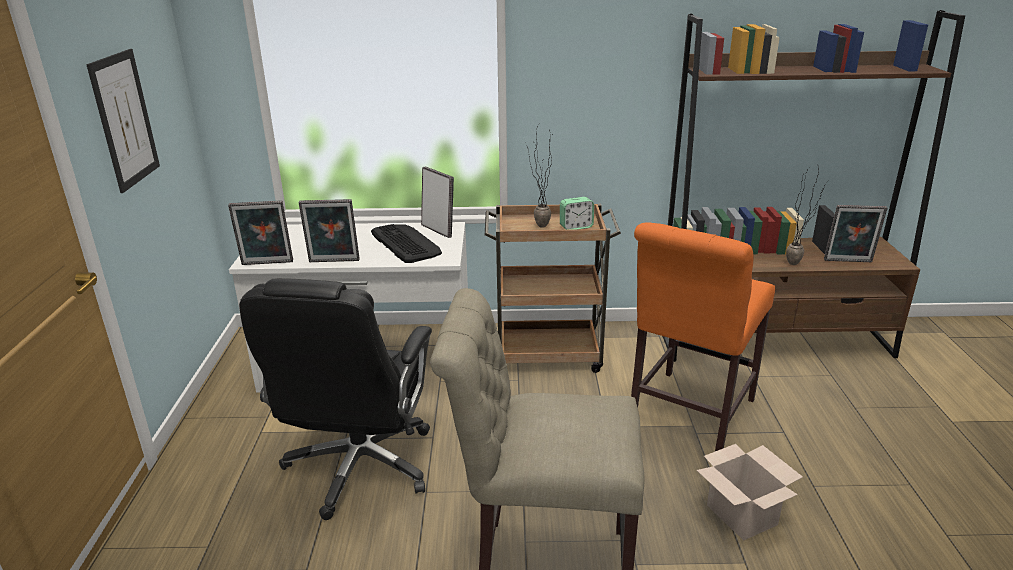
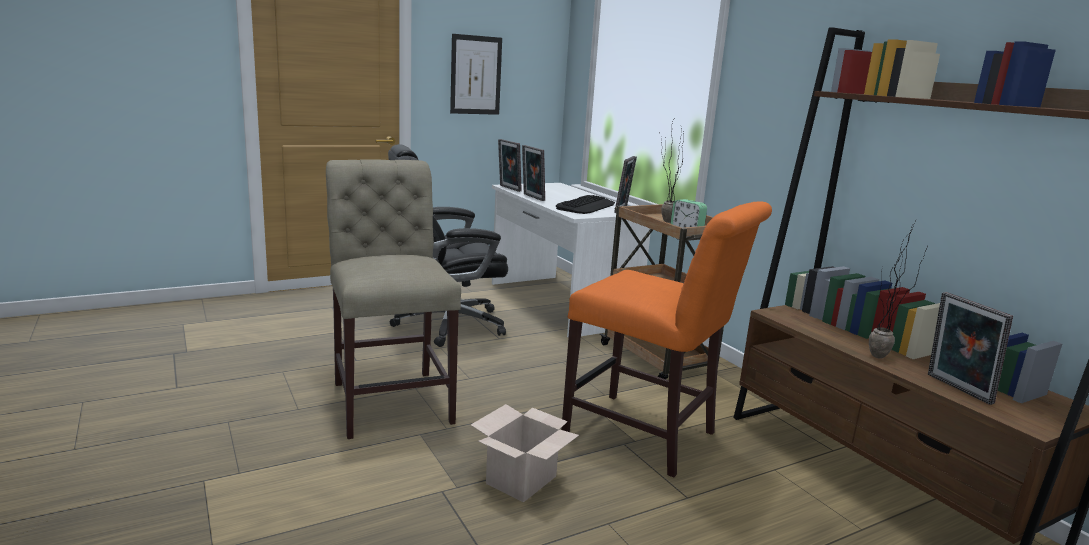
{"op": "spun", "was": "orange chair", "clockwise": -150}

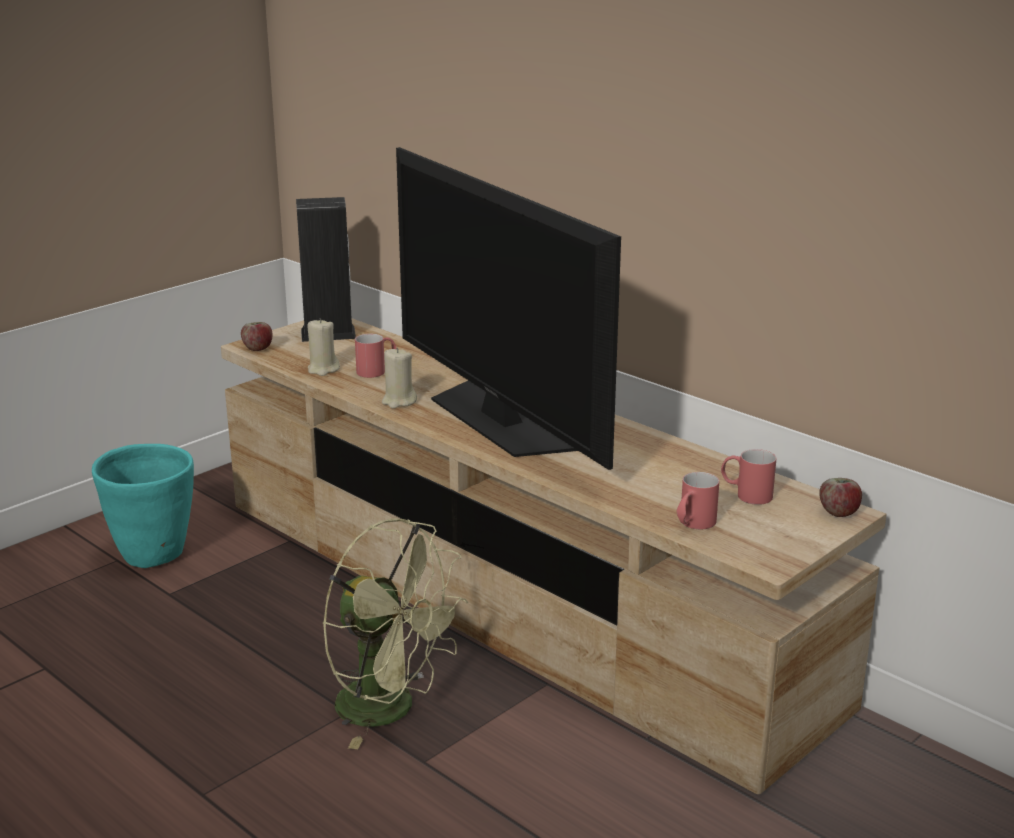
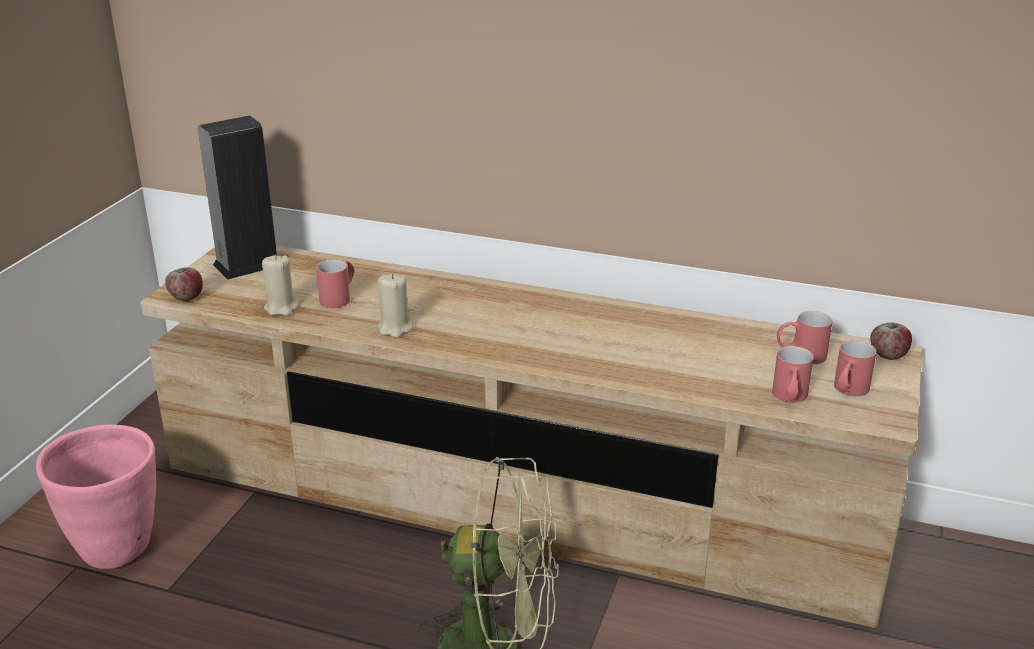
{"op": "missing", "was": "television"}
{"op": "appeared", "now": "red mug (no. 4 from left)"}
{"op": "colour", "was": "turquoise planter", "now": "pink planter"}

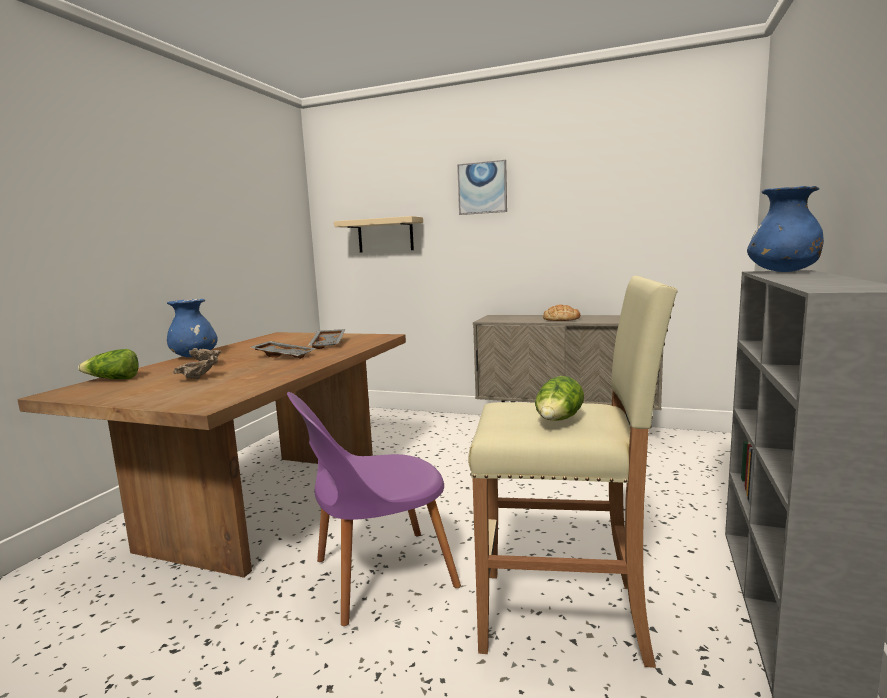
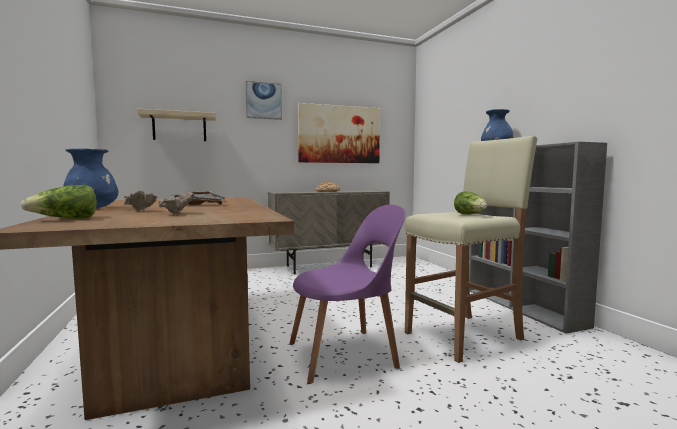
{"op": "appeared", "now": "picture (no. 2 from left)"}
{"op": "spun", "was": "purple chair", "clockwise": -135}

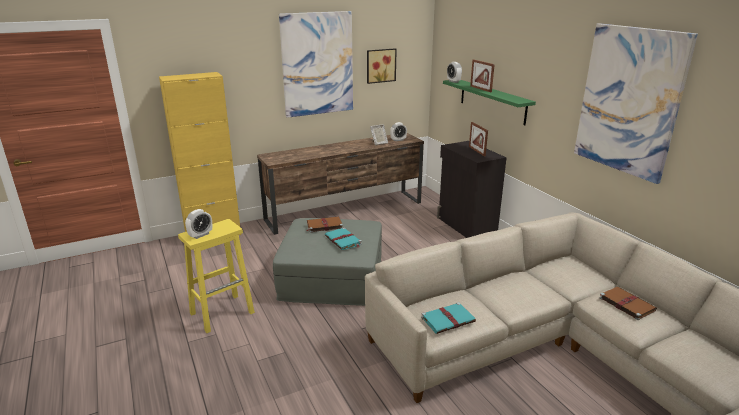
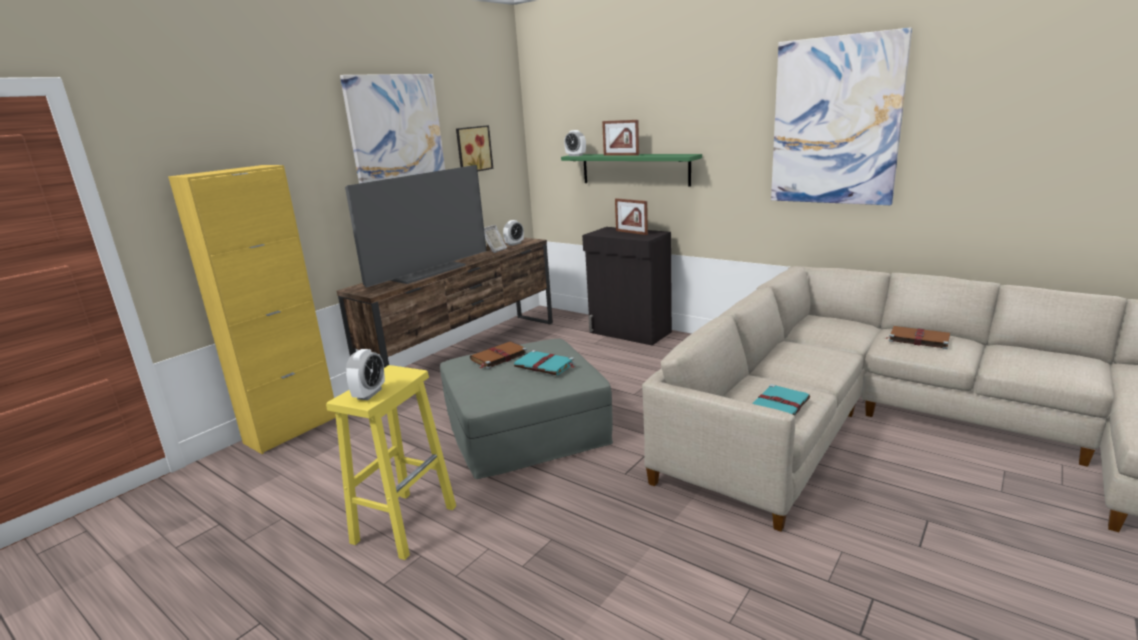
{"op": "appeared", "now": "television"}

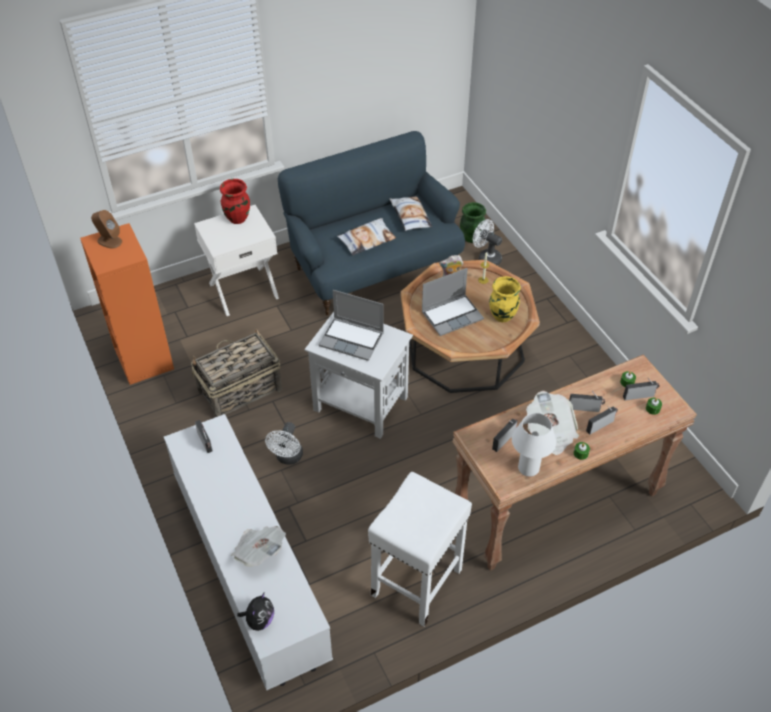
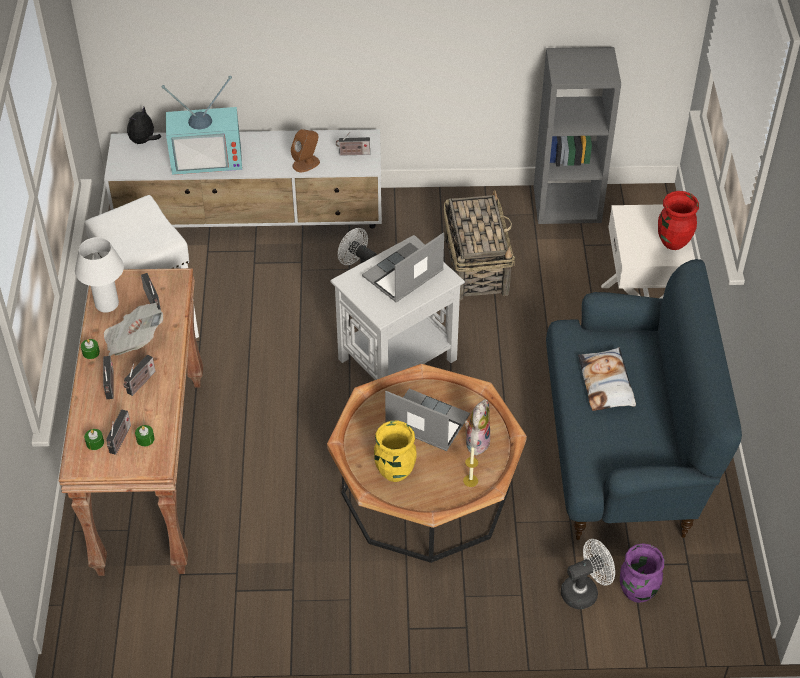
{"op": "missing", "was": "pillow (no. 2 from left)"}
{"op": "relocated", "was": "brown speaker"}
{"op": "exchanged", "was": "newspaper (no. 1 from left)", "now": "television"}
{"op": "colour", "was": "orange bookcase", "now": "grey bookcase"}
{"op": "colour", "was": "green vase", "now": "purple vase"}
{"op": "spun", "was": "plush toy (no. 1 from left)", "clockwise": 75}
{"op": "spun", "was": "laptop (no. 2 from left)", "clockwise": 120}

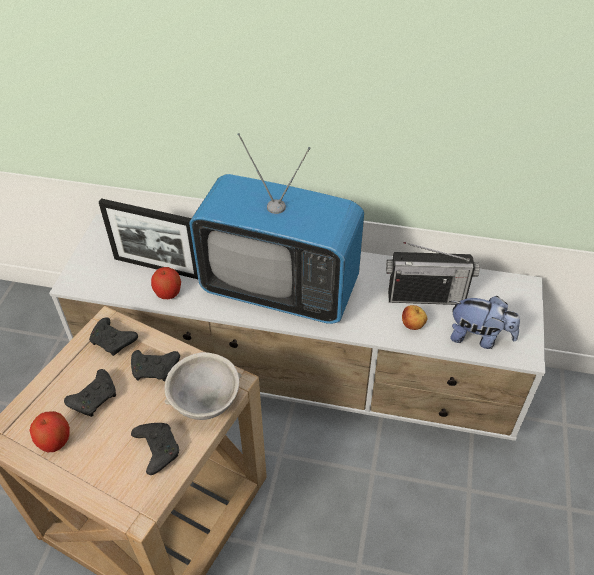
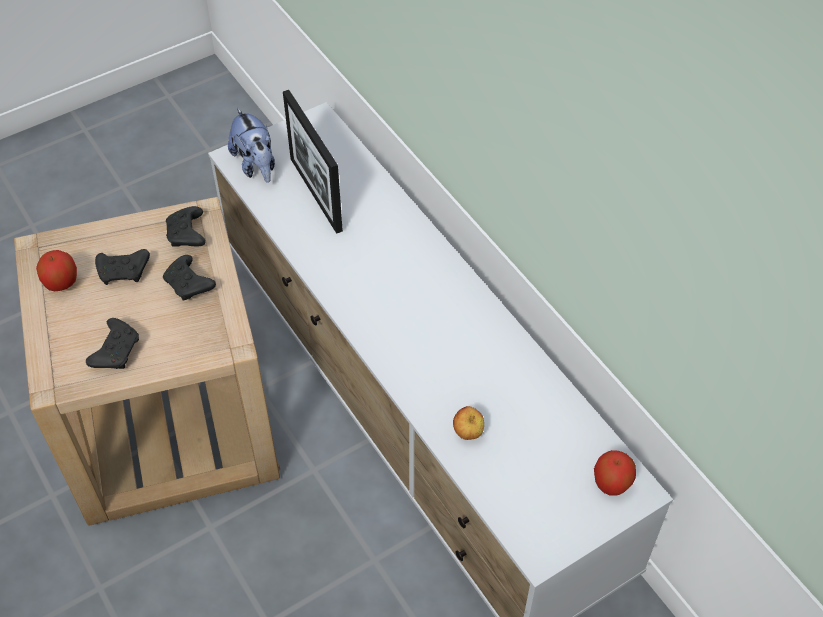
{"op": "missing", "was": "grey bowl"}
{"op": "missing", "was": "television"}
{"op": "missing", "was": "radio"}
{"op": "relocated", "was": "apple (no. 2 from left in the first image)", "now": "apple (no. 3 from left)"}
{"op": "relocated", "was": "plush toy"}

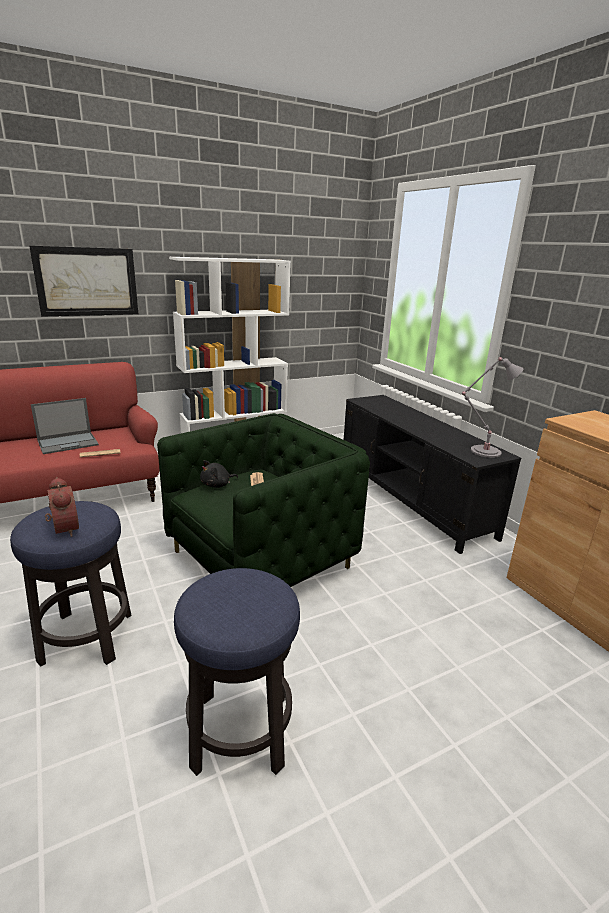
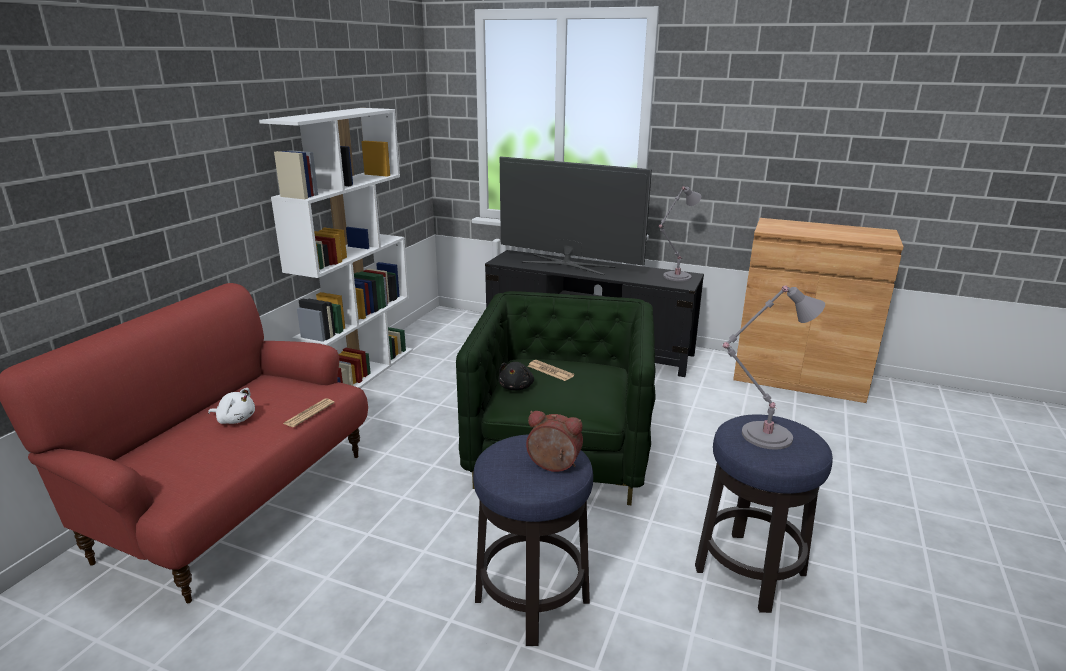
{"op": "missing", "was": "picture"}
{"op": "appeared", "now": "television"}
{"op": "appeared", "now": "grey table lamp (no. 2 from left)"}
{"op": "exchanged", "was": "laptop", "now": "white plush toy"}

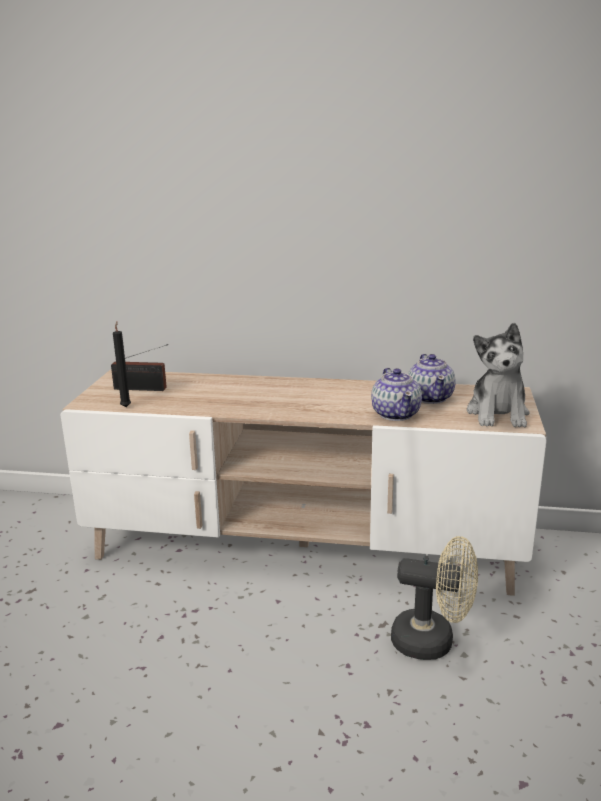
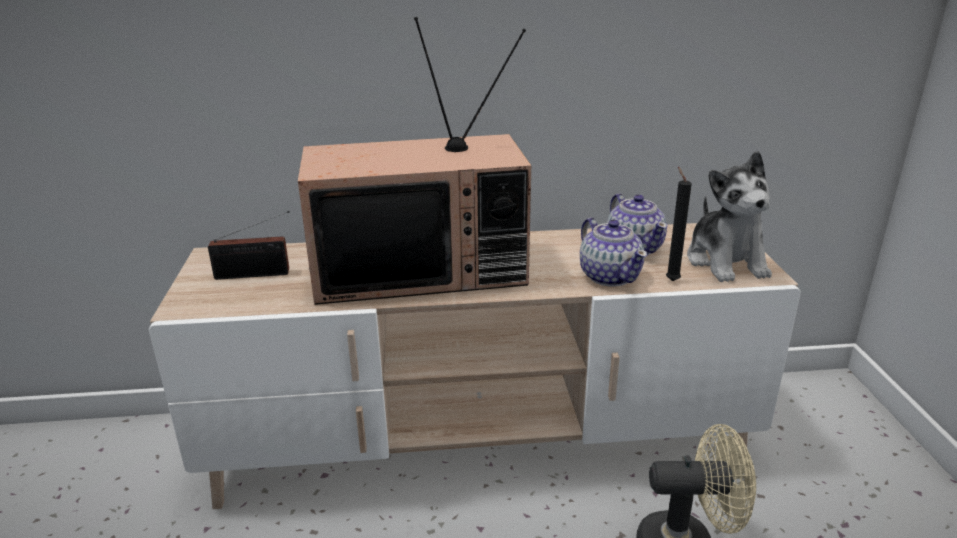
{"op": "appeared", "now": "television"}
{"op": "relocated", "was": "black candle"}

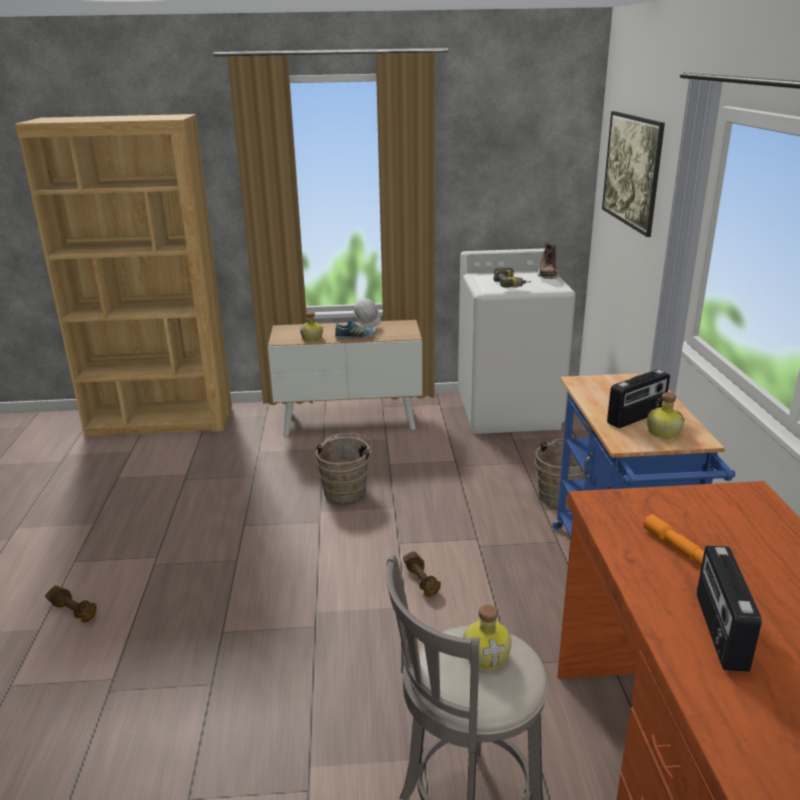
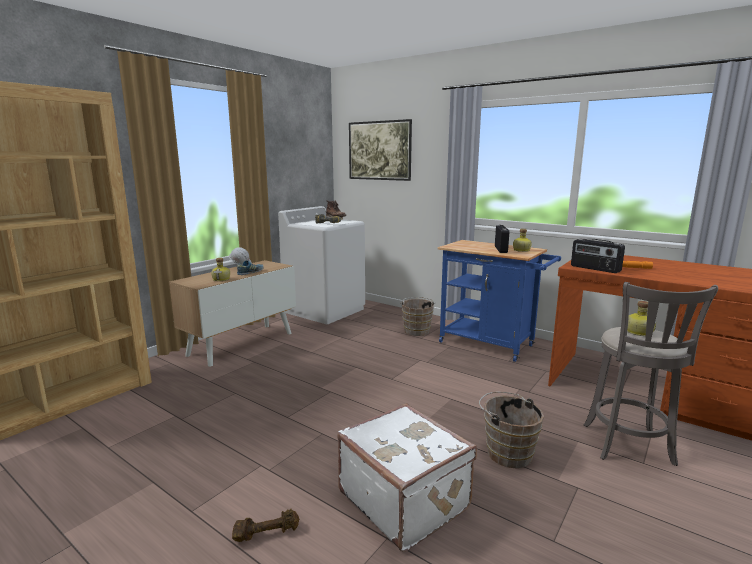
{"op": "missing", "was": "brown dumbbell (no. 2 from left)"}
{"op": "appeared", "now": "white suitcase"}
{"op": "relocated", "was": "brown bucket (no. 1 from left in the first image)", "now": "brown bucket (no. 2 from left)"}
{"op": "relocated", "was": "radio (no. 2 from left)"}

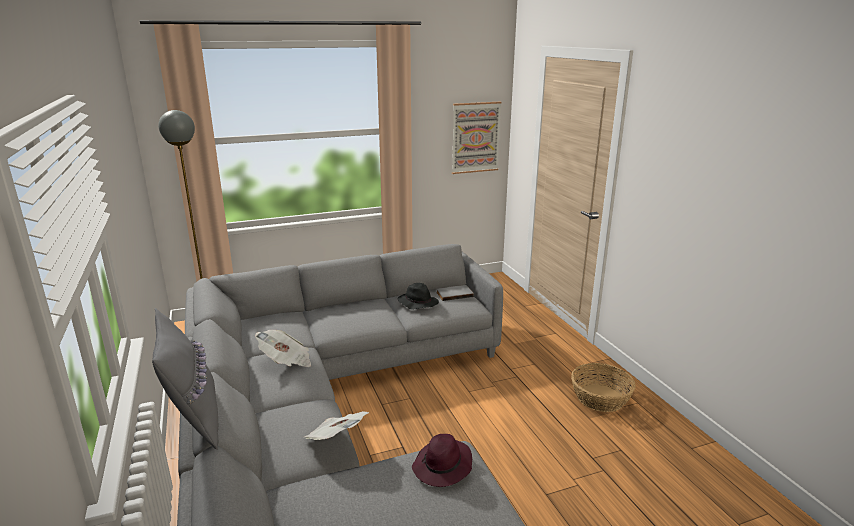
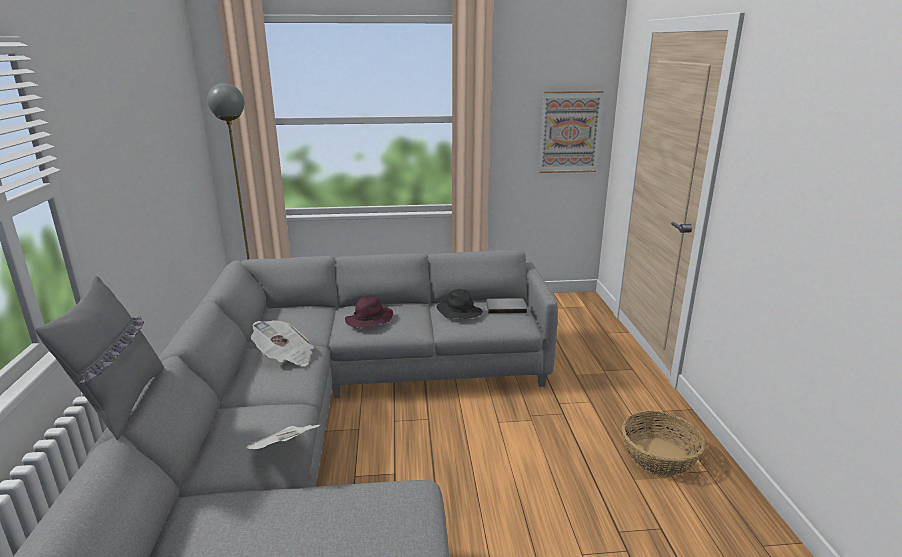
{"op": "relocated", "was": "purple hat"}

